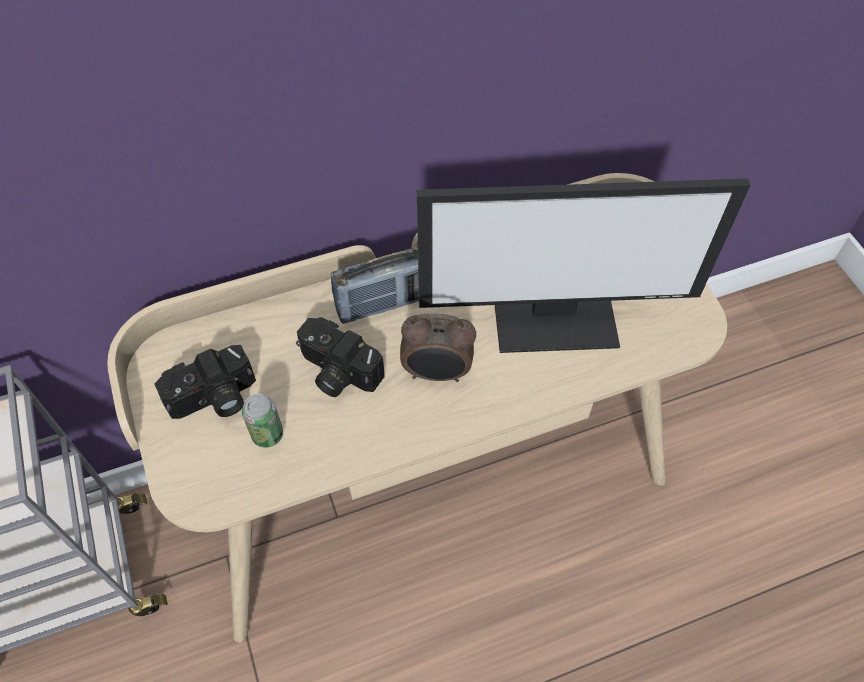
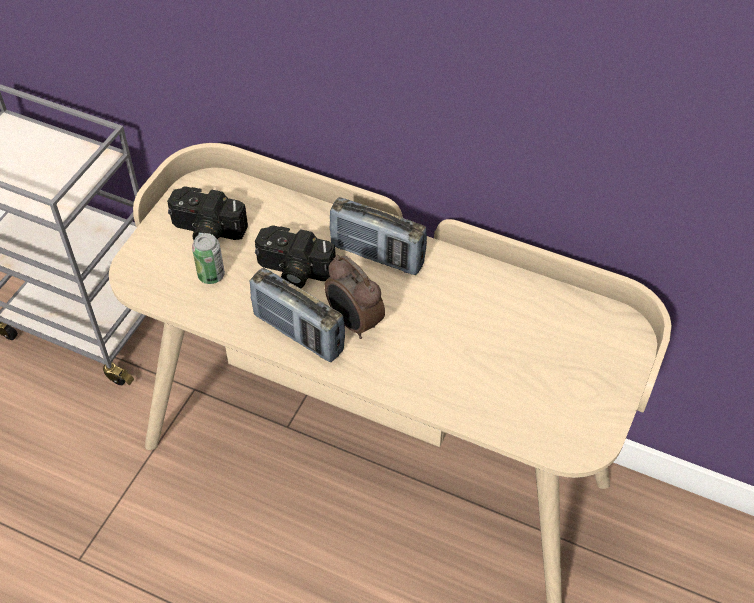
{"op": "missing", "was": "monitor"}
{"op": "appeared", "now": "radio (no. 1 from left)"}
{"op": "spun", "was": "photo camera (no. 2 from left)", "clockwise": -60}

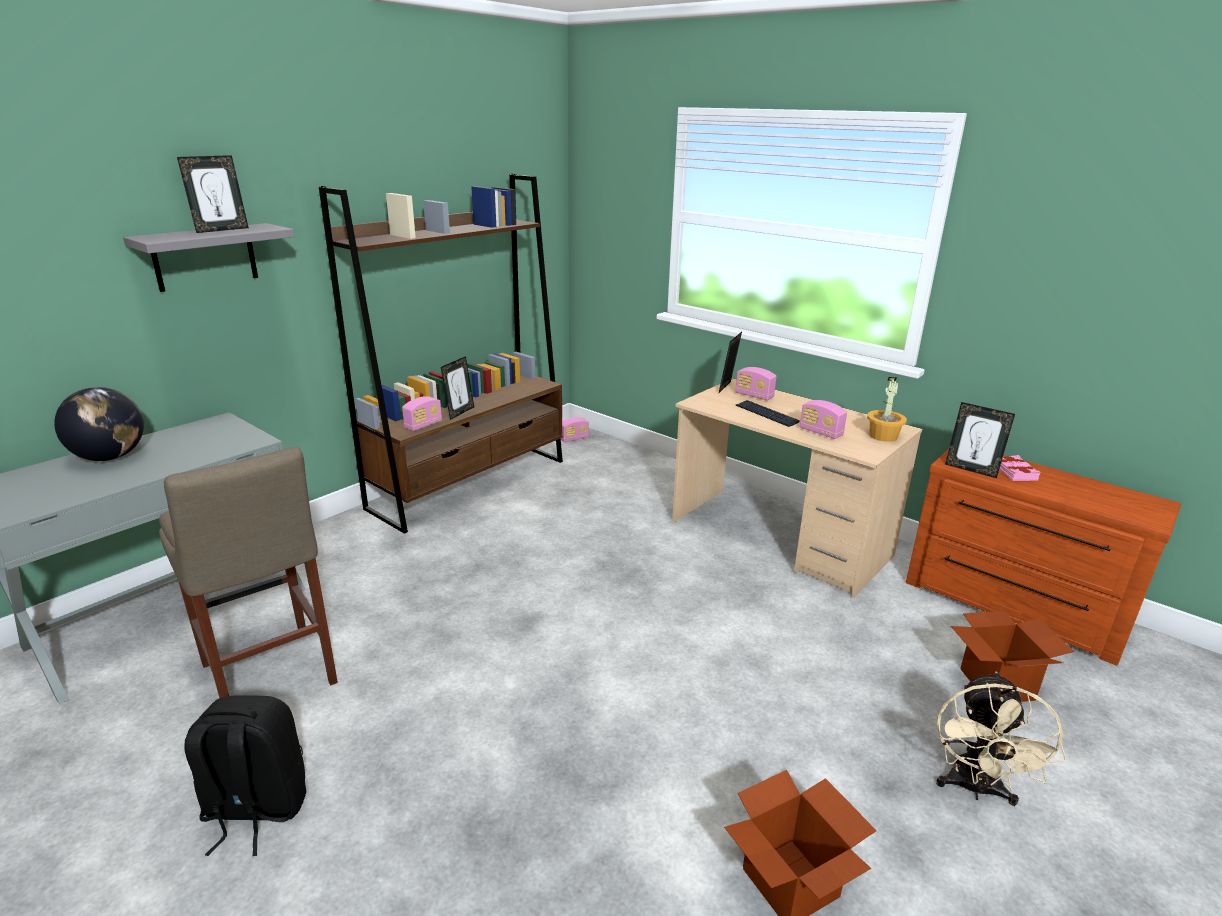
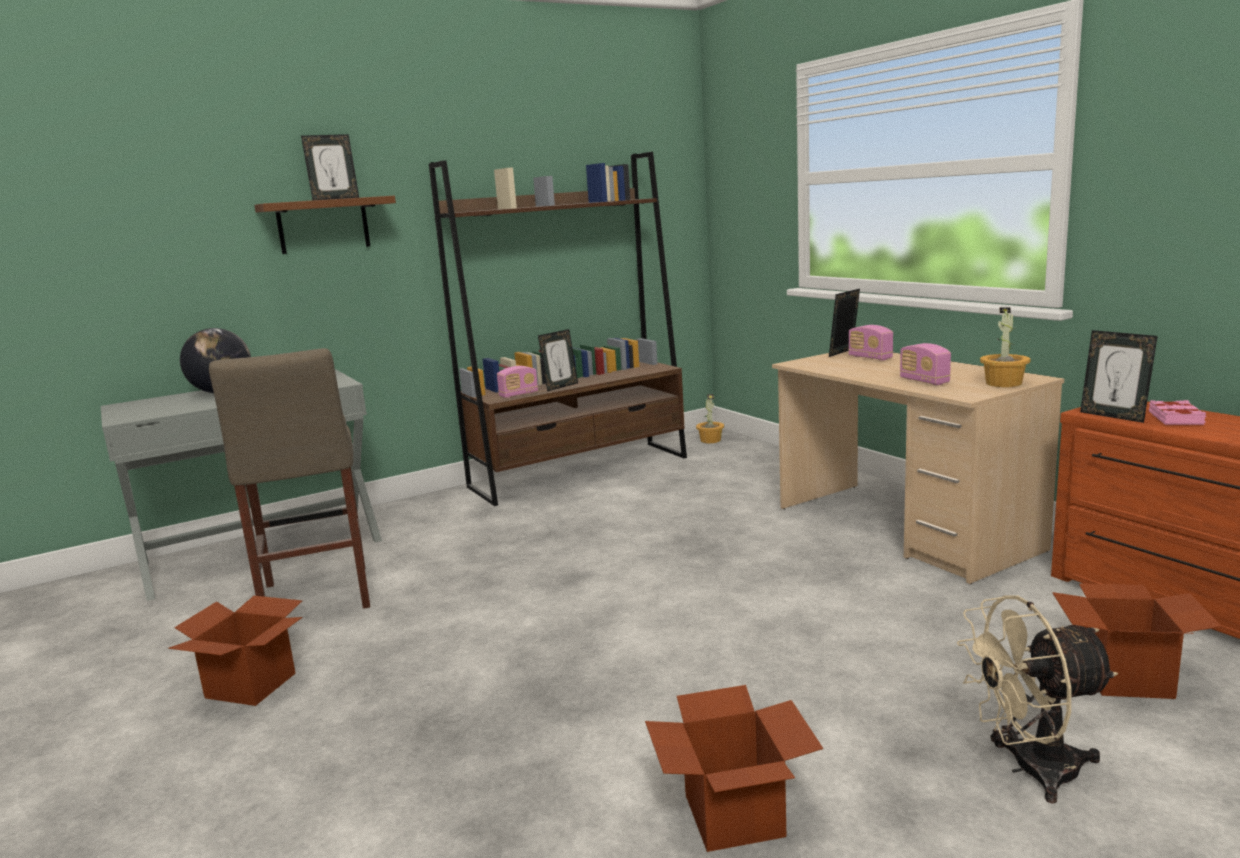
{"op": "missing", "was": "keyboard"}
{"op": "exchanged", "was": "black backpack", "now": "cardboard box (no. 1 from left)"}
{"op": "exchanged", "was": "radio (no. 2 from left)", "now": "potted plant (no. 1 from left)"}
{"op": "colour", "was": "grey shelf", "now": "brown shelf"}
{"op": "spun", "was": "beige fan", "clockwise": 45}

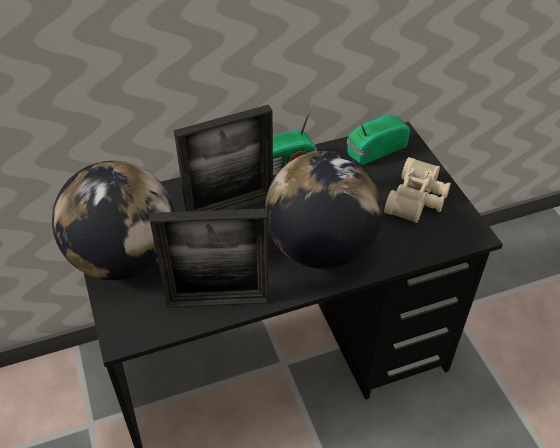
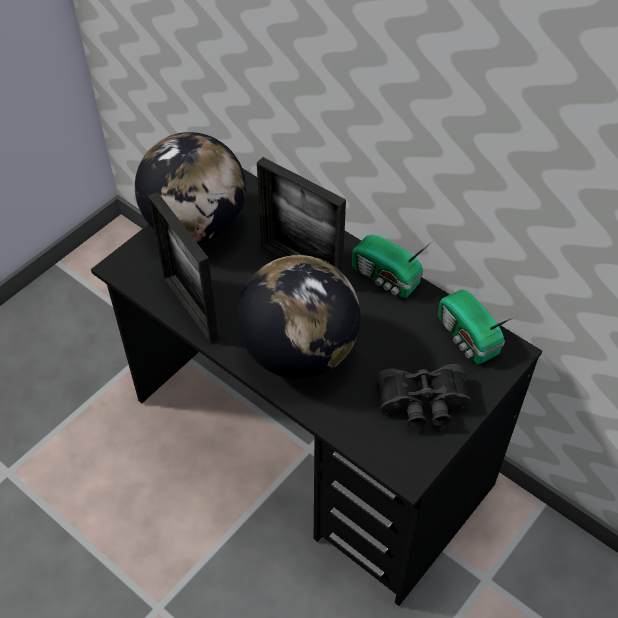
{"op": "colour", "was": "beige binoculars", "now": "black binoculars"}
{"op": "spun", "was": "radio (no. 2 from left)", "clockwise": -150}

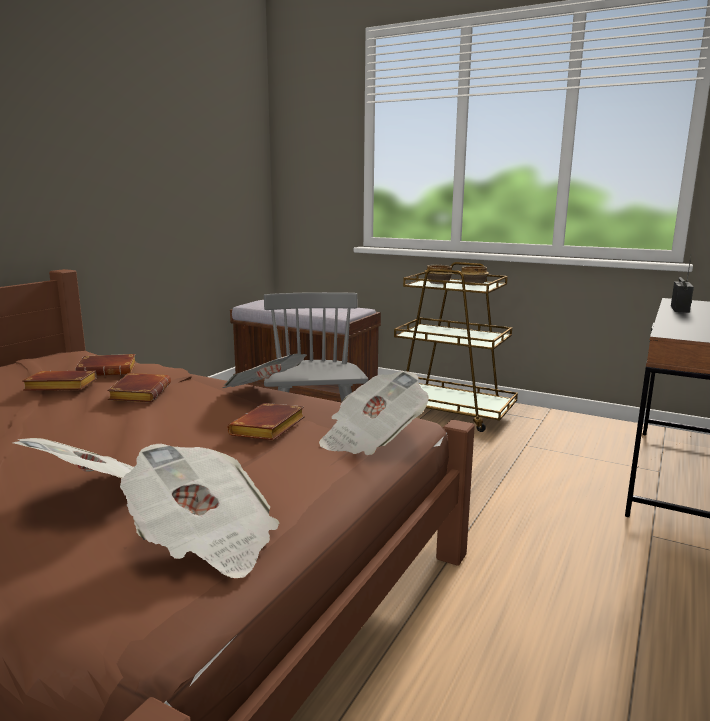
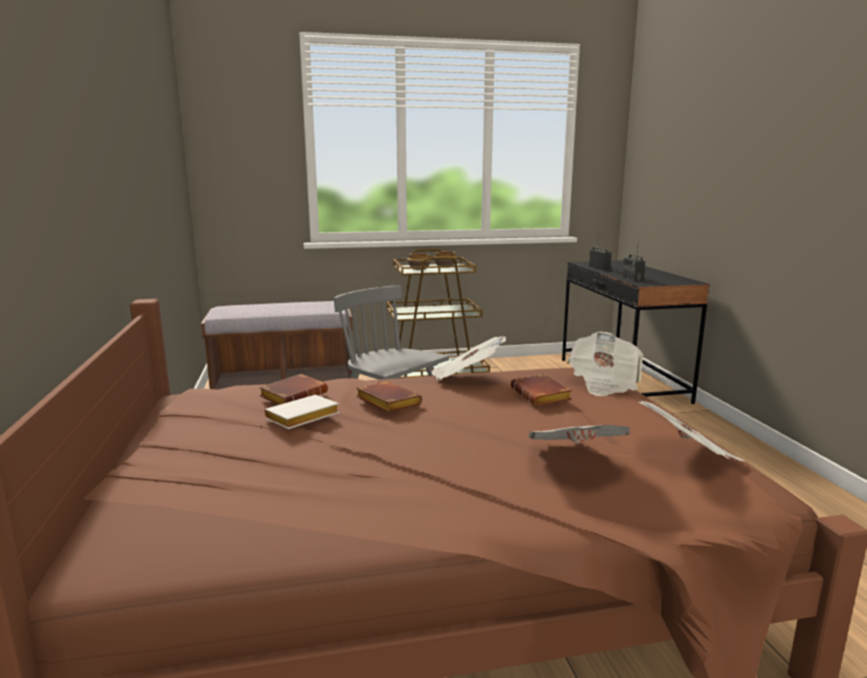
{"op": "appeared", "now": "radio (no. 2 from left)"}
{"op": "colour", "was": "brown book (no. 1 from left)", "now": "white book"}

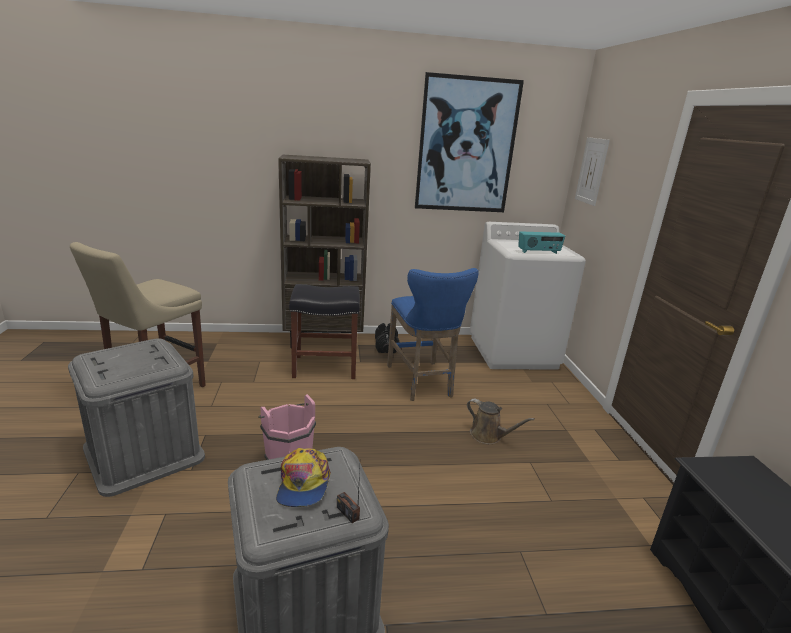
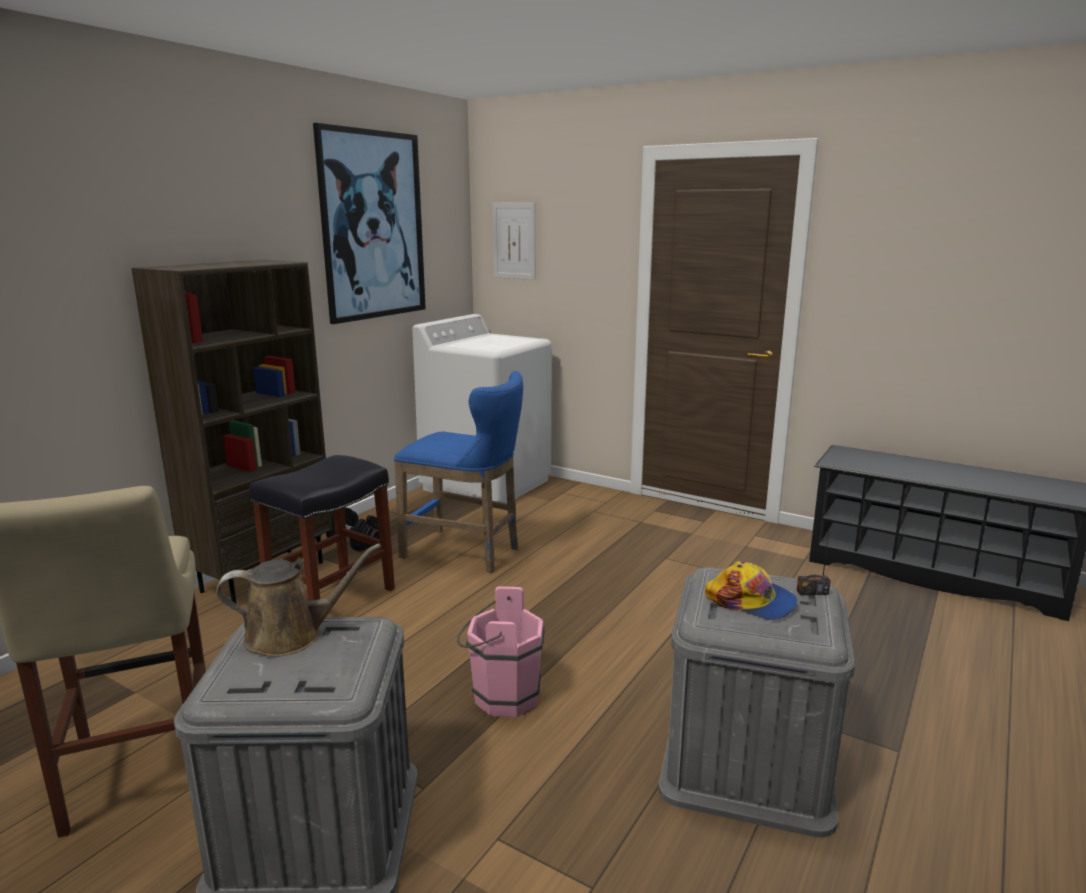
{"op": "missing", "was": "radio (no. 2 from left)"}
{"op": "relocated", "was": "brown watering can"}

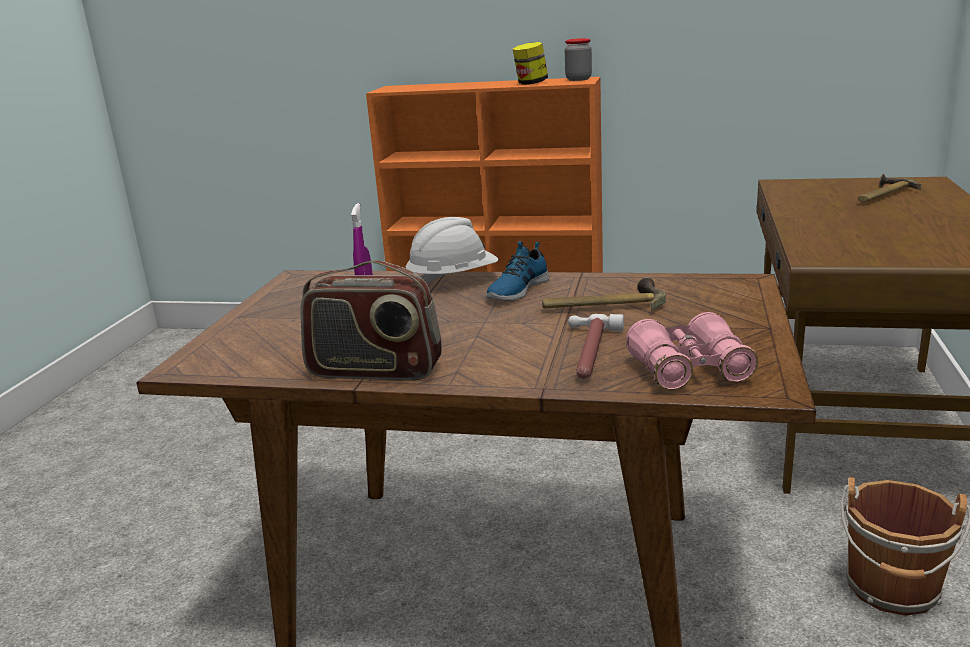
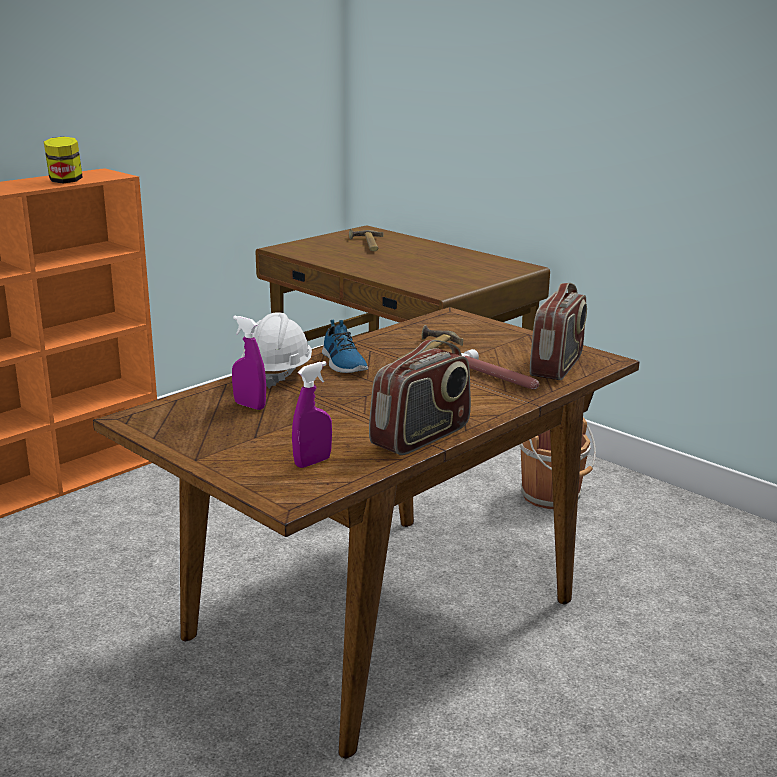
{"op": "missing", "was": "jar (no. 2 from left)"}
{"op": "appeared", "now": "purple spray bottle (no. 2 from left)"}
{"op": "exchanged", "was": "pink binoculars", "now": "radio (no. 2 from left)"}

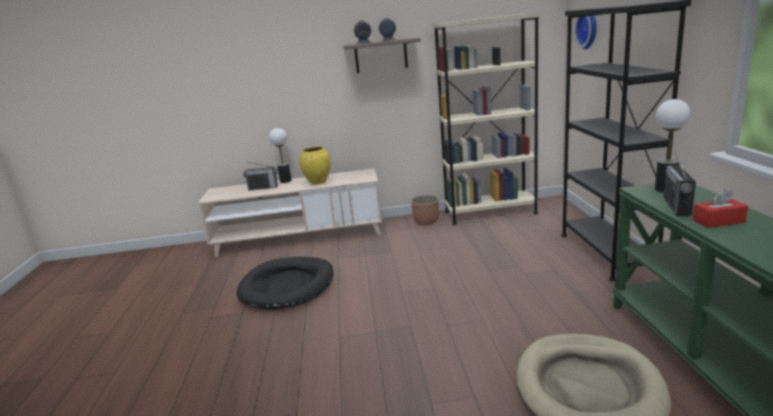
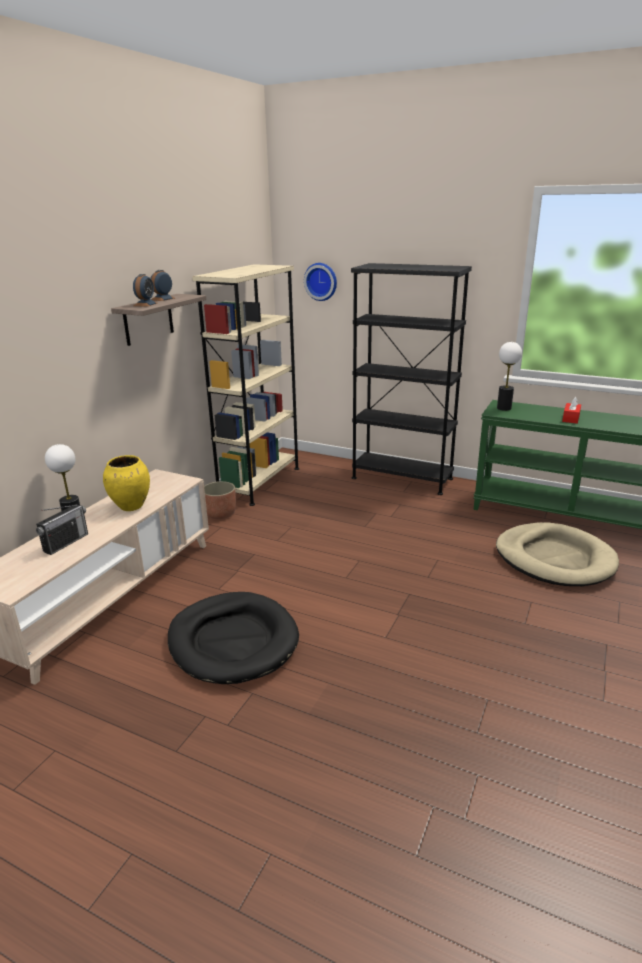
{"op": "missing", "was": "radio (no. 2 from left)"}

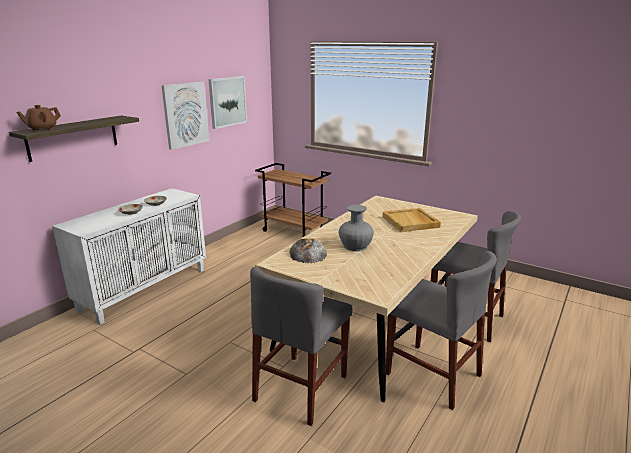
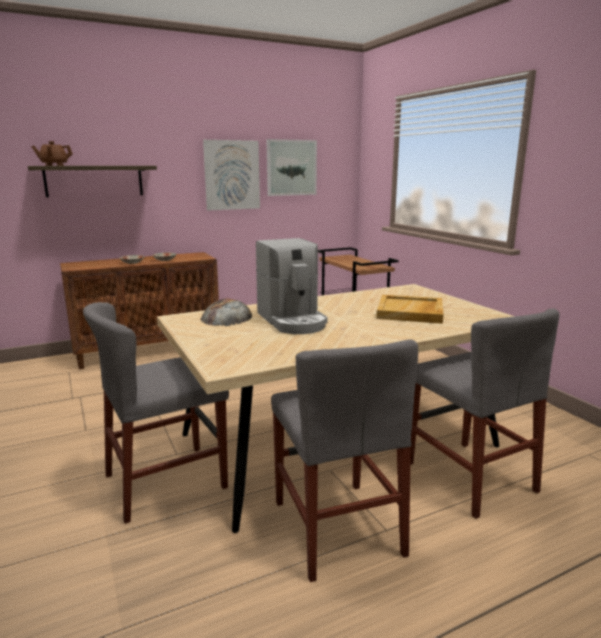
{"op": "exchanged", "was": "grey vase", "now": "coffee machine"}
{"op": "colour", "was": "white cabinet", "now": "brown cabinet"}

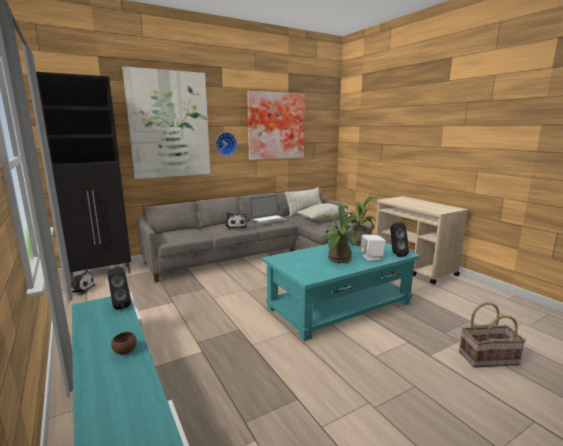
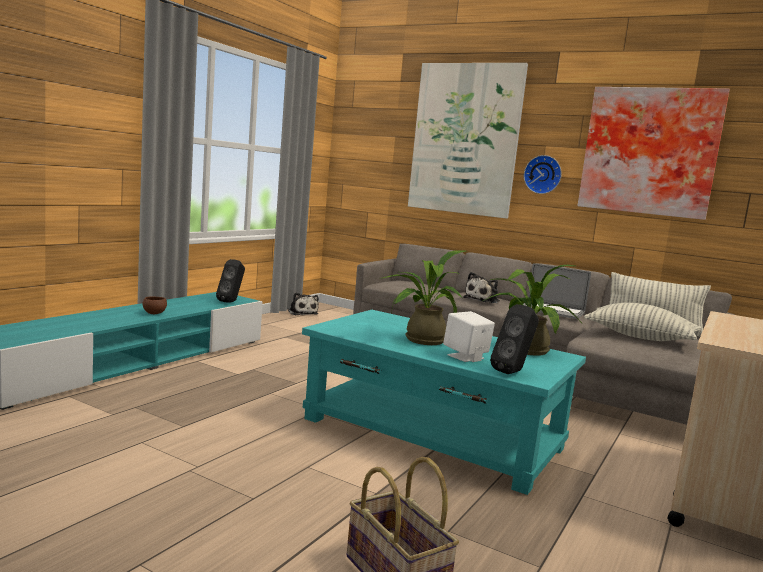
{"op": "missing", "was": "black cabinet"}

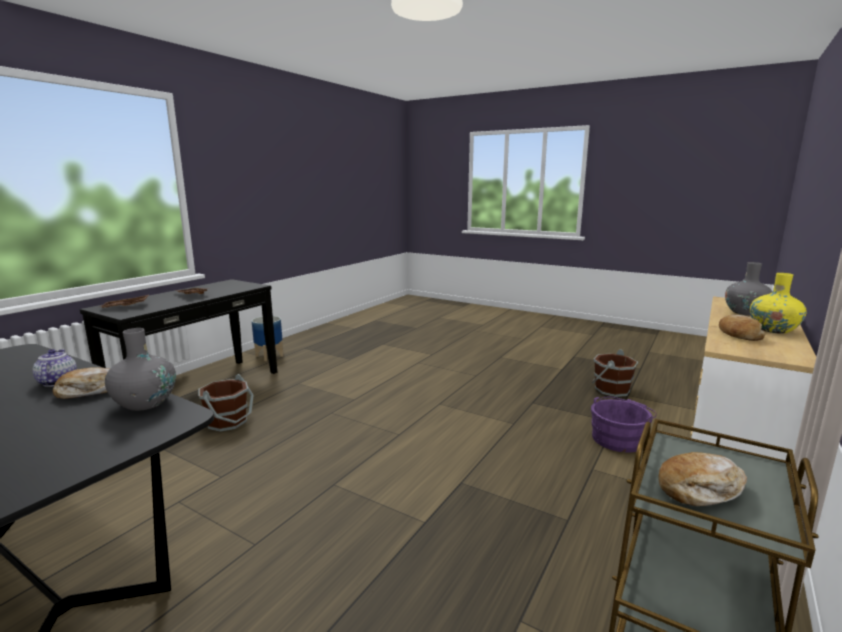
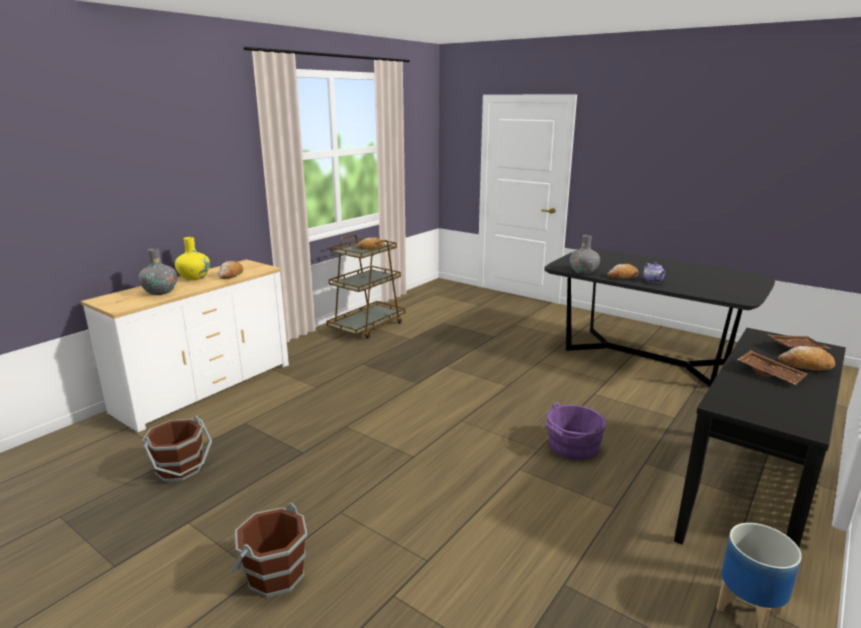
{"op": "appeared", "now": "bread (no. 4 from left)"}
{"op": "relocated", "was": "brown bucket (no. 1 from left in the first image)", "now": "brown bucket (no. 2 from left)"}
{"op": "relocated", "was": "purple bucket"}

